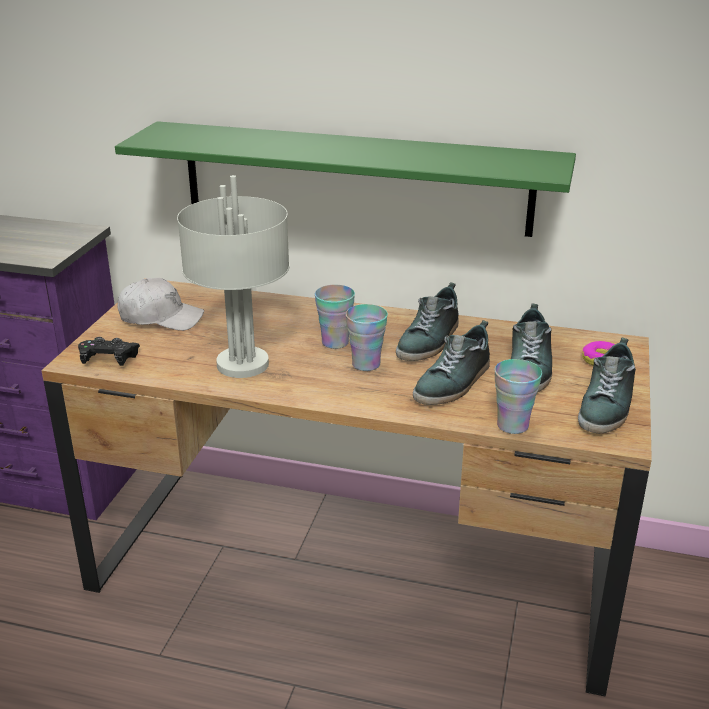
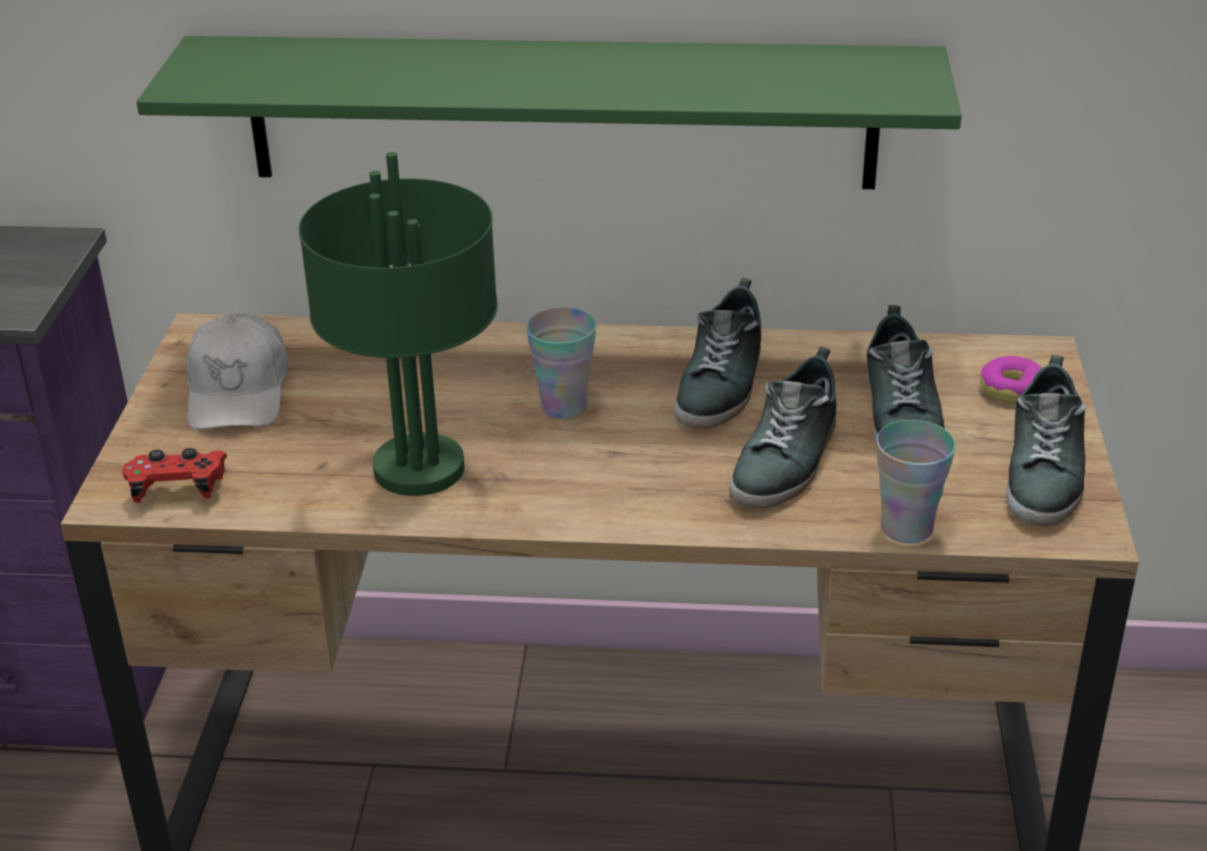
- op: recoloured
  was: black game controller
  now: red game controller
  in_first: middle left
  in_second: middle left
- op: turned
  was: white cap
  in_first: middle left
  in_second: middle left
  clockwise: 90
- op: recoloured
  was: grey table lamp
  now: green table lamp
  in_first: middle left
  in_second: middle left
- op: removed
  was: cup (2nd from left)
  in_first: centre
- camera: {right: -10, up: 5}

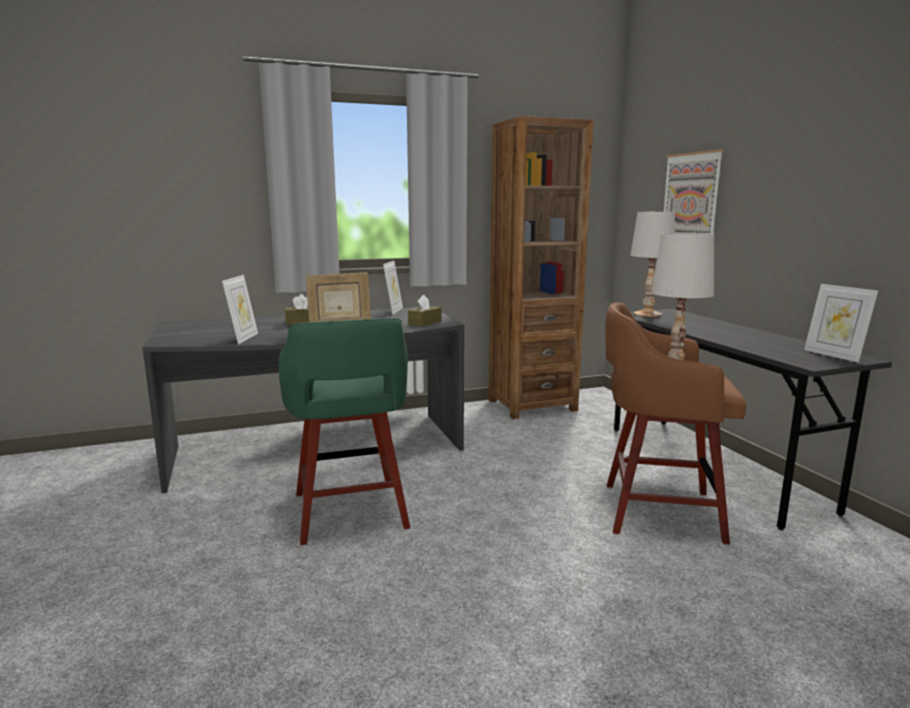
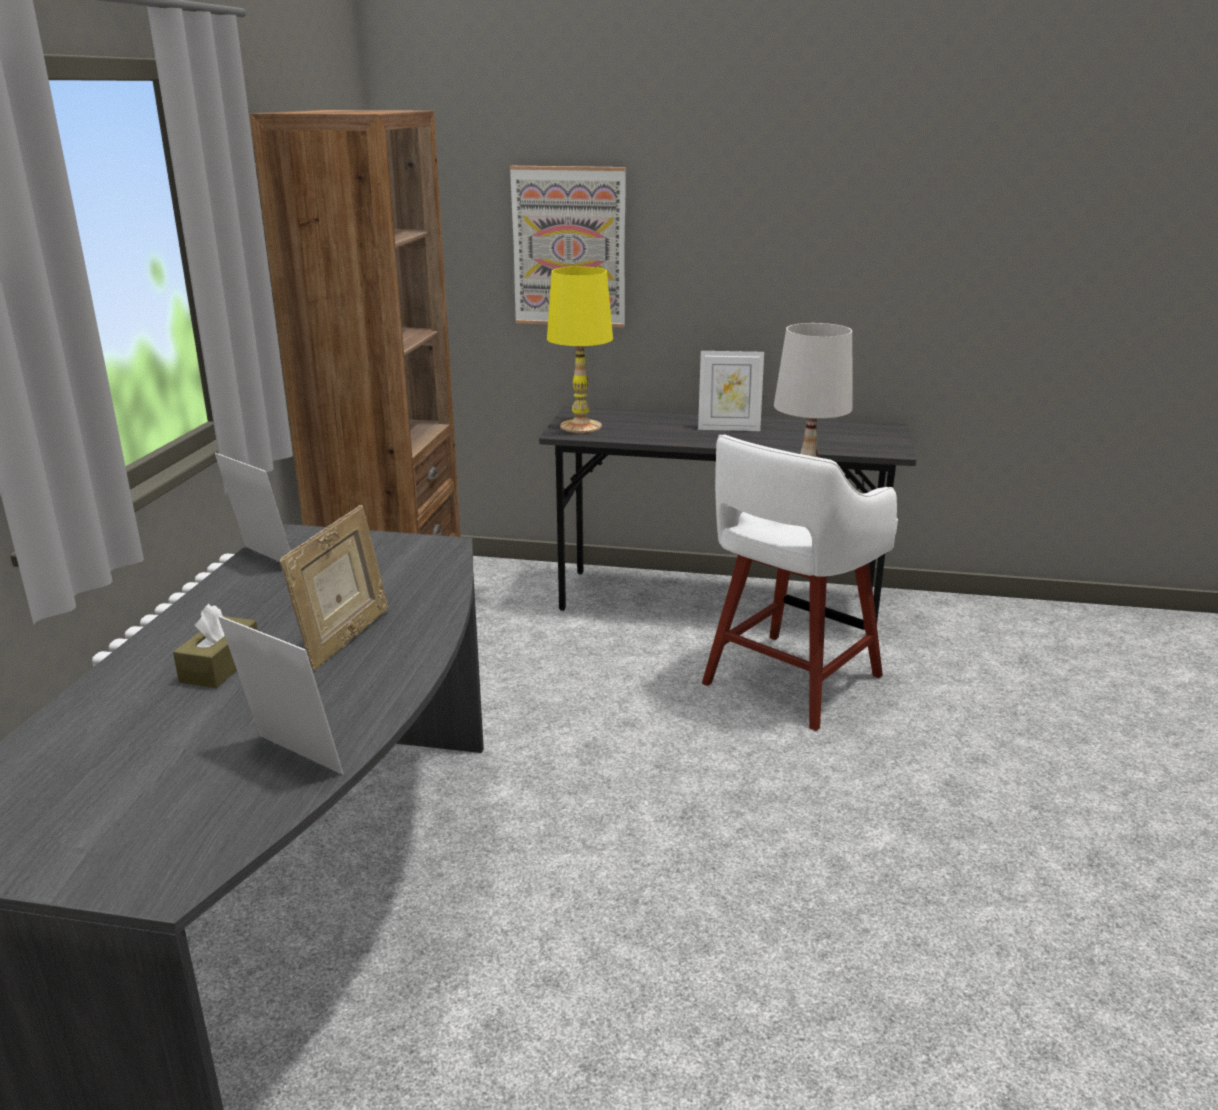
- op: recoloured
  was: white table lamp (1st from left)
  now: yellow table lamp
  in_first: middle right
  in_second: top centre
- op: moved
  was: picture frame (4th from left)
  in_first: middle right
  in_second: centre
- op: recoloured
  was: brown stool
  now: white stool
  in_first: middle right
  in_second: centre
- op: removed
  was: green stool
  in_first: centre
- op: removed
  was: brown tissue box (2nd from left)
  in_first: centre
- camera: {right: -60, up: 10}

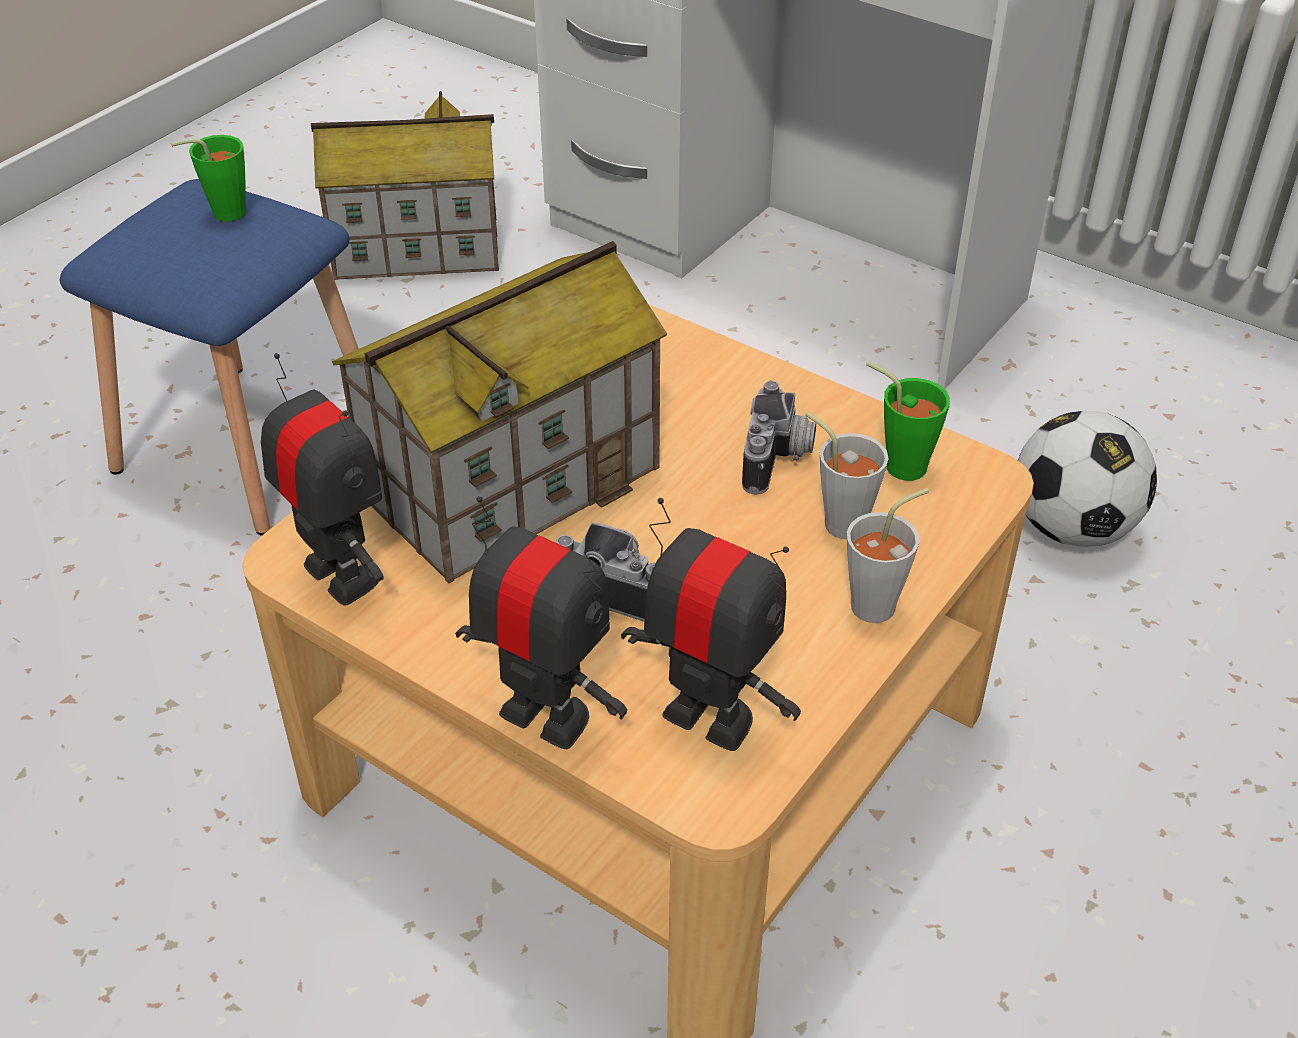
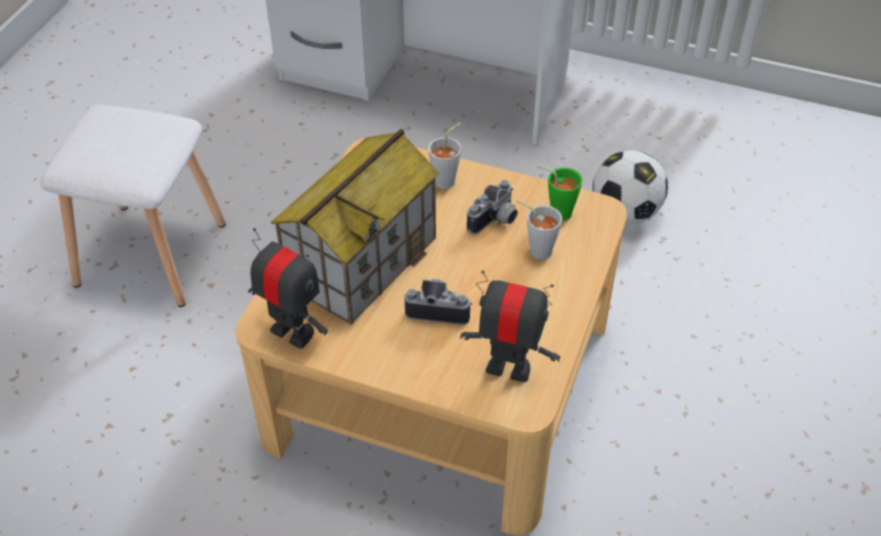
- op: recoloured
  was: blue stool
  now: white stool
  in_first: middle left
  in_second: middle left
- op: moved
  was: grey cup (2nd from left in the first image)
  now: grey cup (1st from left)
  in_first: middle right
  in_second: top centre
- op: turned
  was: photo camera (2nd from left)
  in_first: centre
  in_second: centre
  clockwise: 45
- op: removed
  was: green cup (1st from left)
  in_first: top left
- op: removed
  was: toy house (1st from left)
  in_first: top left
- op: removed
  was: toy robot (2nd from left)
  in_first: centre
- camera: {right: -15, up: 5}

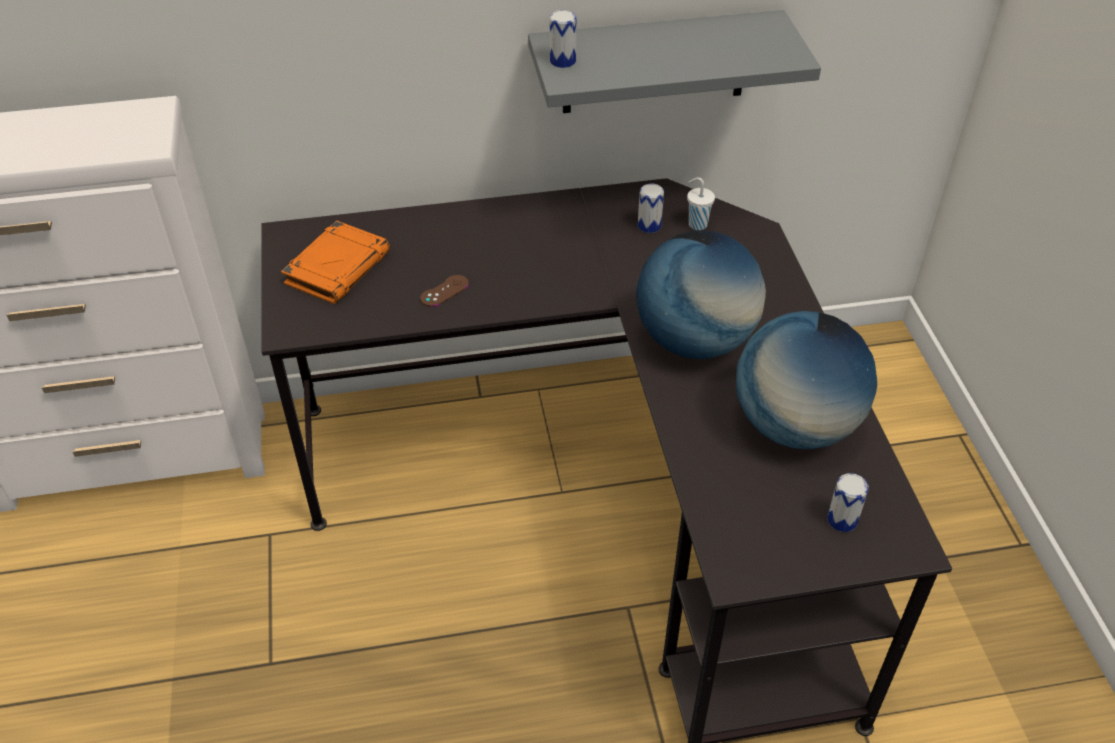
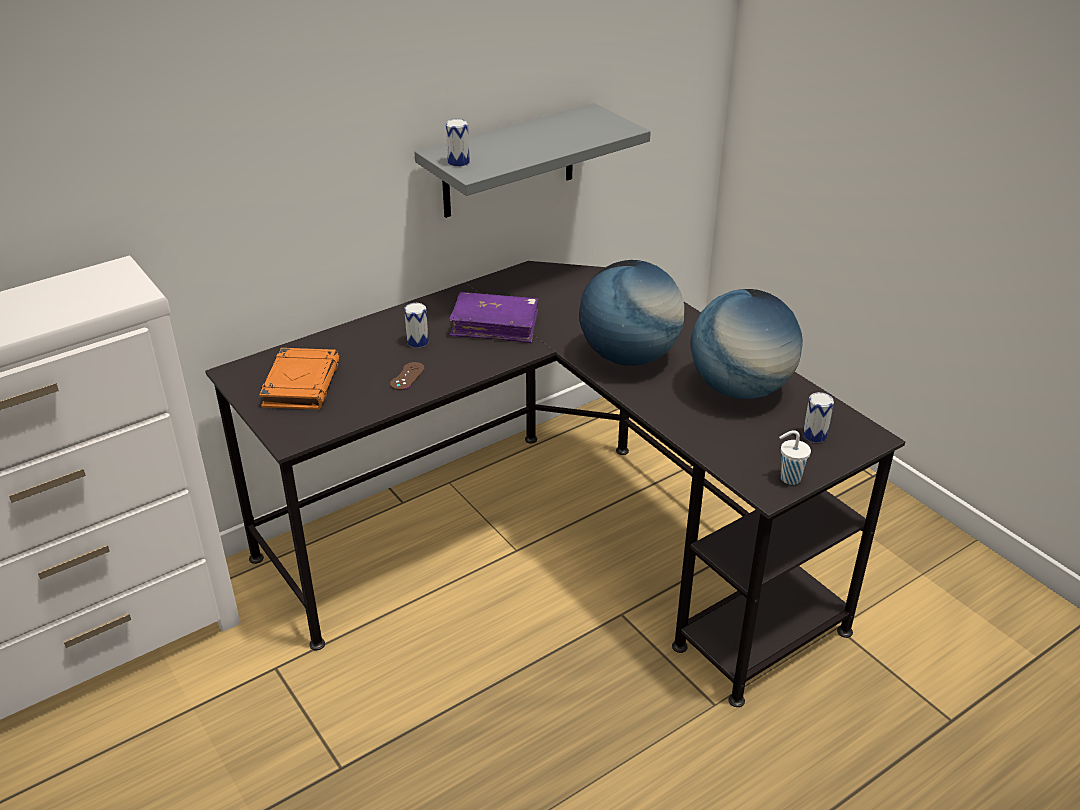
- op: moved
  was: can (2nd from left in the first image)
  now: can (1st from left)
  in_first: top centre
  in_second: centre
- op: added
  now: purple book
  in_second: centre
- op: moved
  was: white cup
  in_first: top centre
  in_second: middle right
- camera: {right: -25, up: -10}

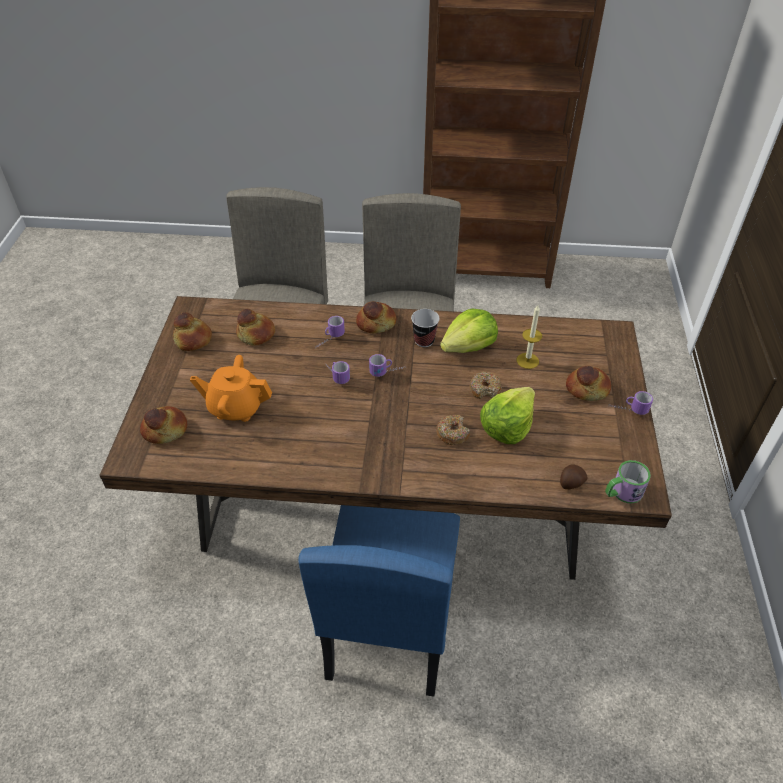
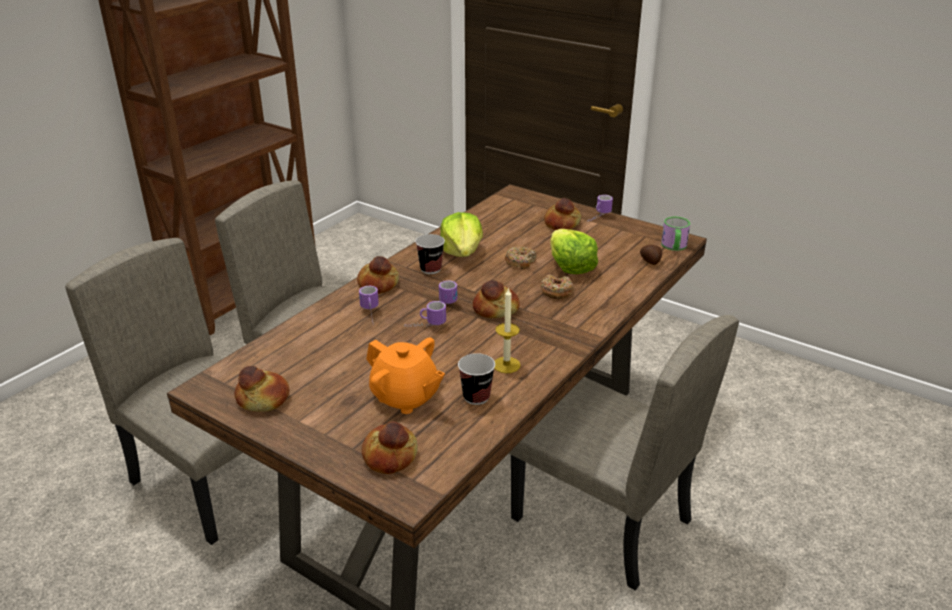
- op: turned
  was: orange teapot
  in_first: middle left
  in_second: centre
  clockwise: -90
- op: added
  now: cup (2nd from left)
  in_second: centre
- op: moved
  was: bread (3rd from left in the first image)
  now: bread (4th from left)
  in_first: middle left
  in_second: centre
- op: moved
  was: candle
  in_first: middle right
  in_second: centre
- op: recoloured
  was: blue chair
  now: beige chair (3rd from left)
  in_first: bottom centre
  in_second: bottom centre
- camera: {right: -60, up: -15}

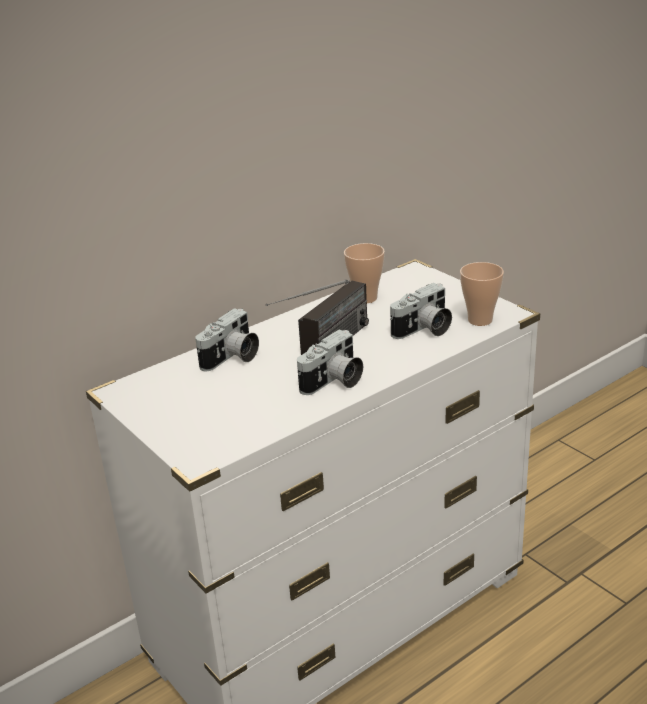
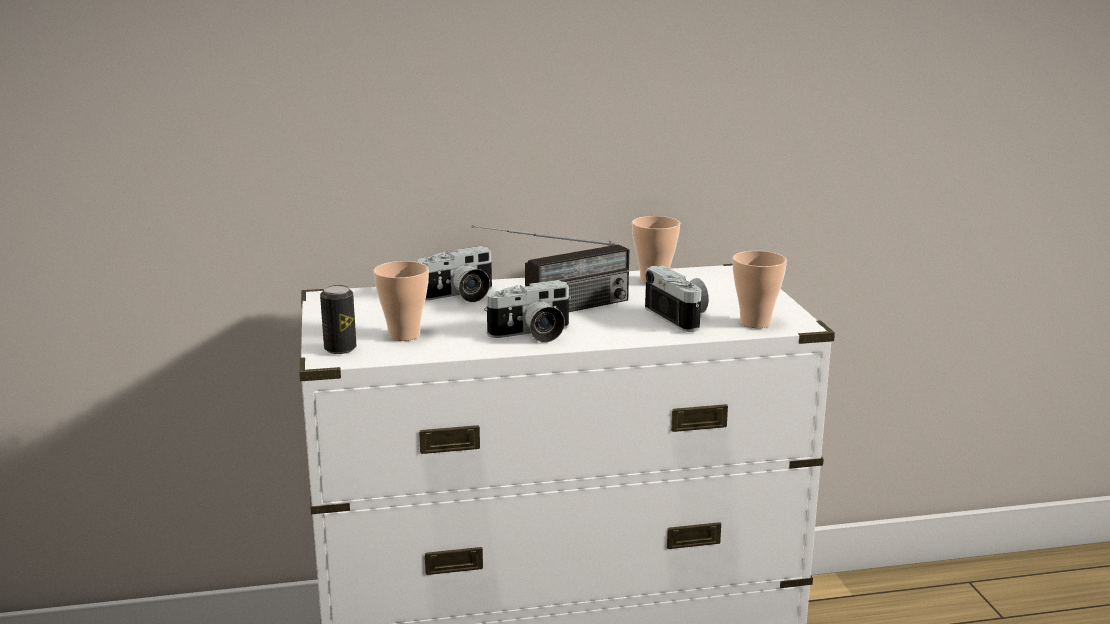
- op: added
  now: can
  in_second: middle left
- op: added
  now: cup (1st from left)
  in_second: centre
- op: turned
  was: photo camera (3rd from left)
  in_first: centre
  in_second: centre
  clockwise: -105
- camera: {right: 25, up: -10}

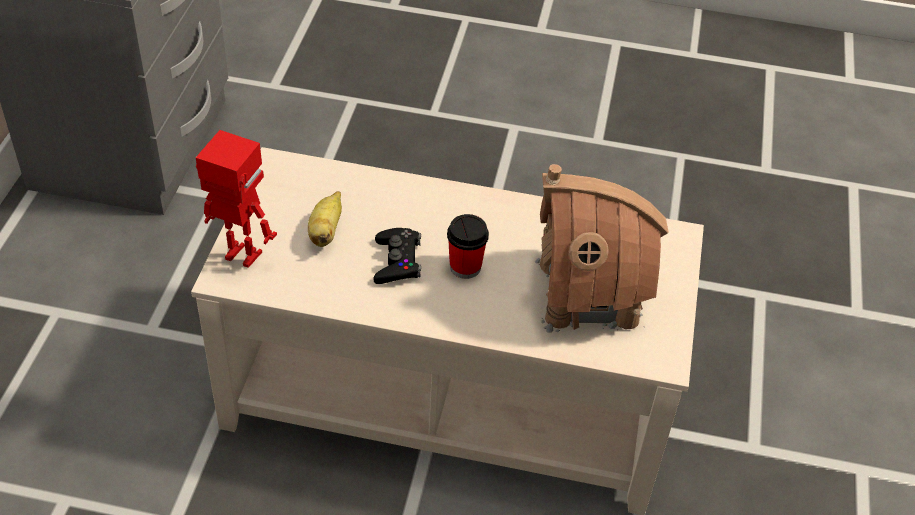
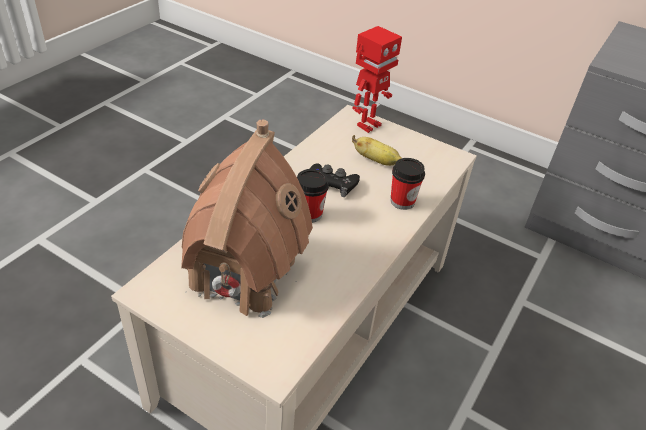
- op: added
  now: cup (2nd from left)
  in_second: centre
- camera: {right: 110, up: -5}

